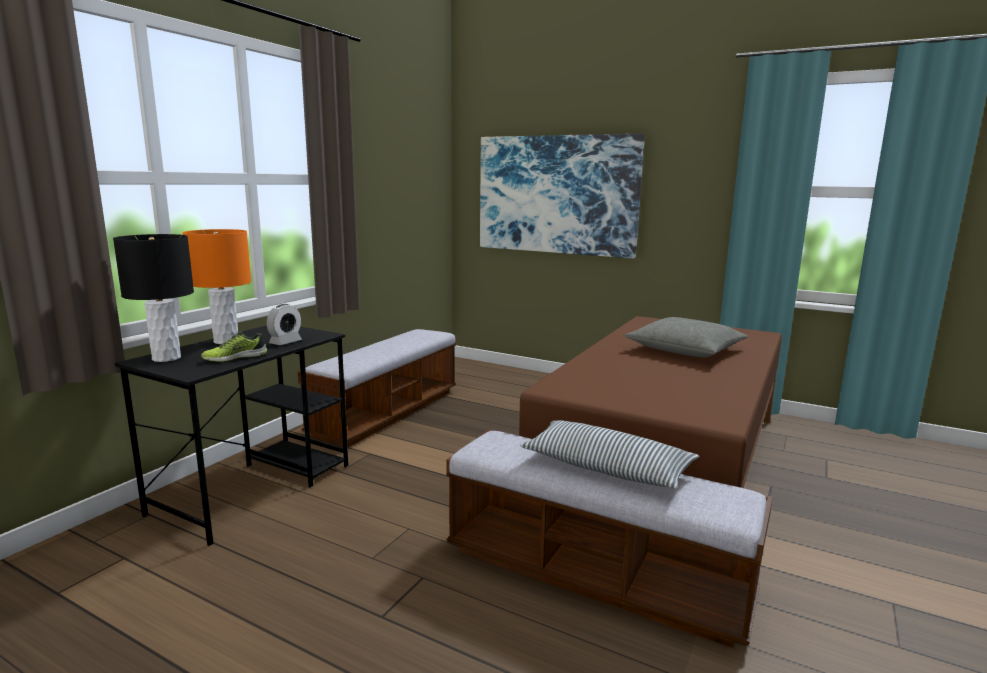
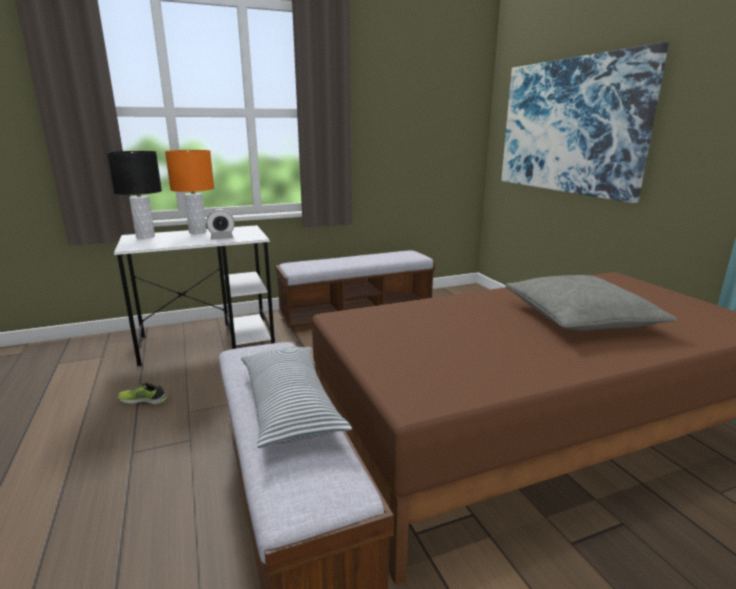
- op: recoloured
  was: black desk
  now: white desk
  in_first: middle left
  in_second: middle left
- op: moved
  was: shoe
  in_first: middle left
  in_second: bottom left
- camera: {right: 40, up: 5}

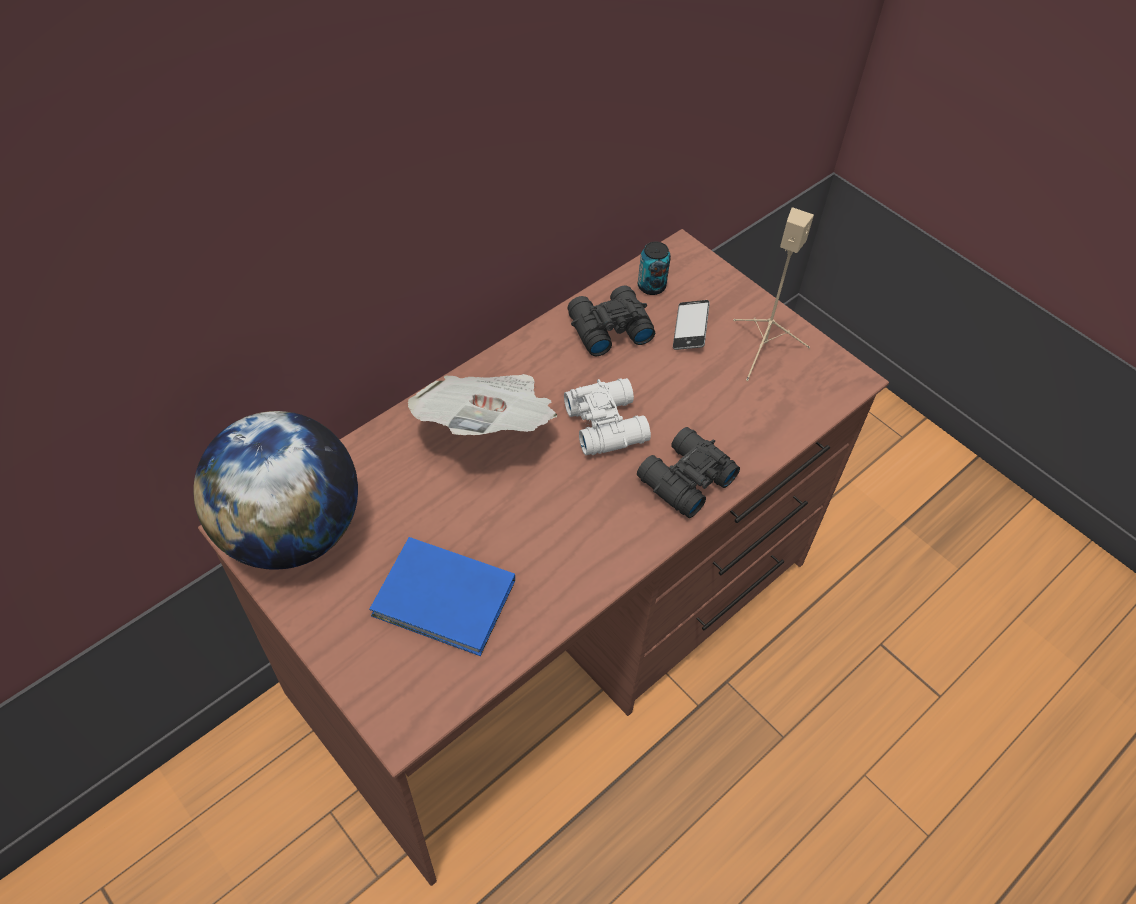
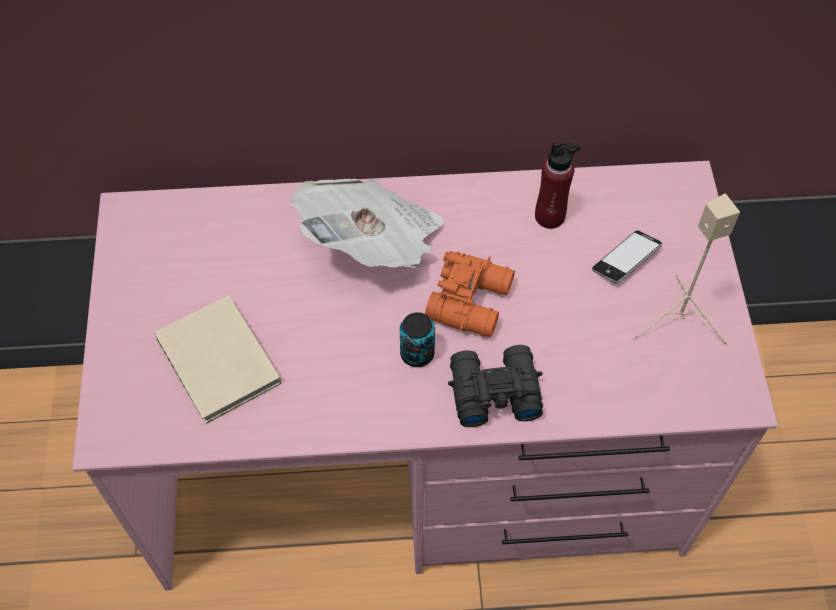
- op: recoloured
  was: brown desk
  now: pink desk
  in_first: centre
  in_second: centre
- op: recoloured
  was: blue book
  now: beige book
  in_first: centre
  in_second: middle left
- op: moved
  was: can
  in_first: top centre
  in_second: centre
- op: recoloured
  was: white binoculars
  now: orange binoculars
  in_first: centre
  in_second: centre
- op: replaced
  was: black binoculars (1st from left)
  now: red bottle
  in_first: centre
  in_second: top centre
- op: removed
  was: globe
  in_first: middle left
- camera: {right: 40, up: 5}

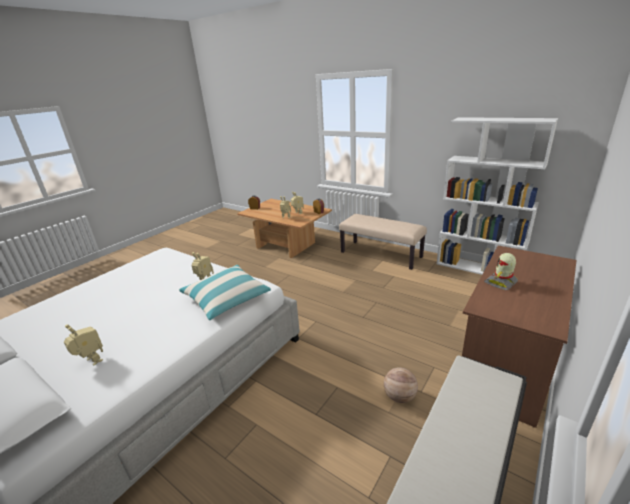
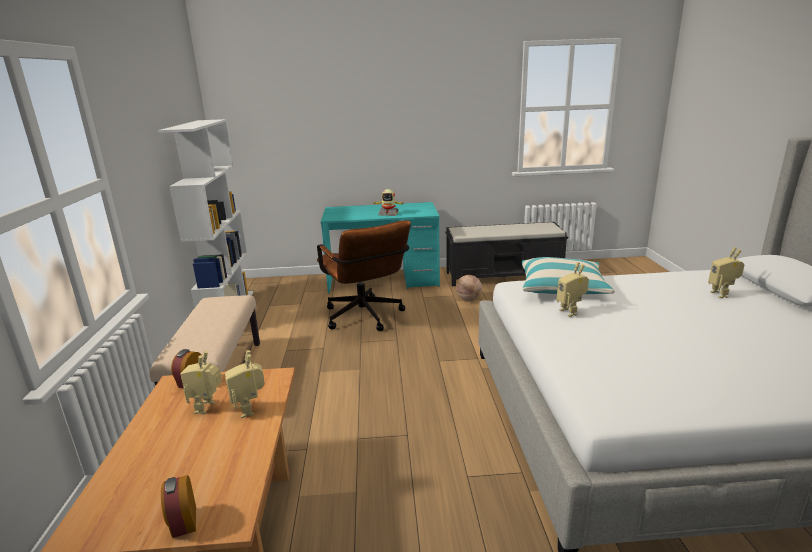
- op: added
  now: brown office chair
  in_second: centre
- op: recoloured
  was: brown desk
  now: turquoise desk
  in_first: bottom right
  in_second: centre
- camera: {right: -130, up: -5}

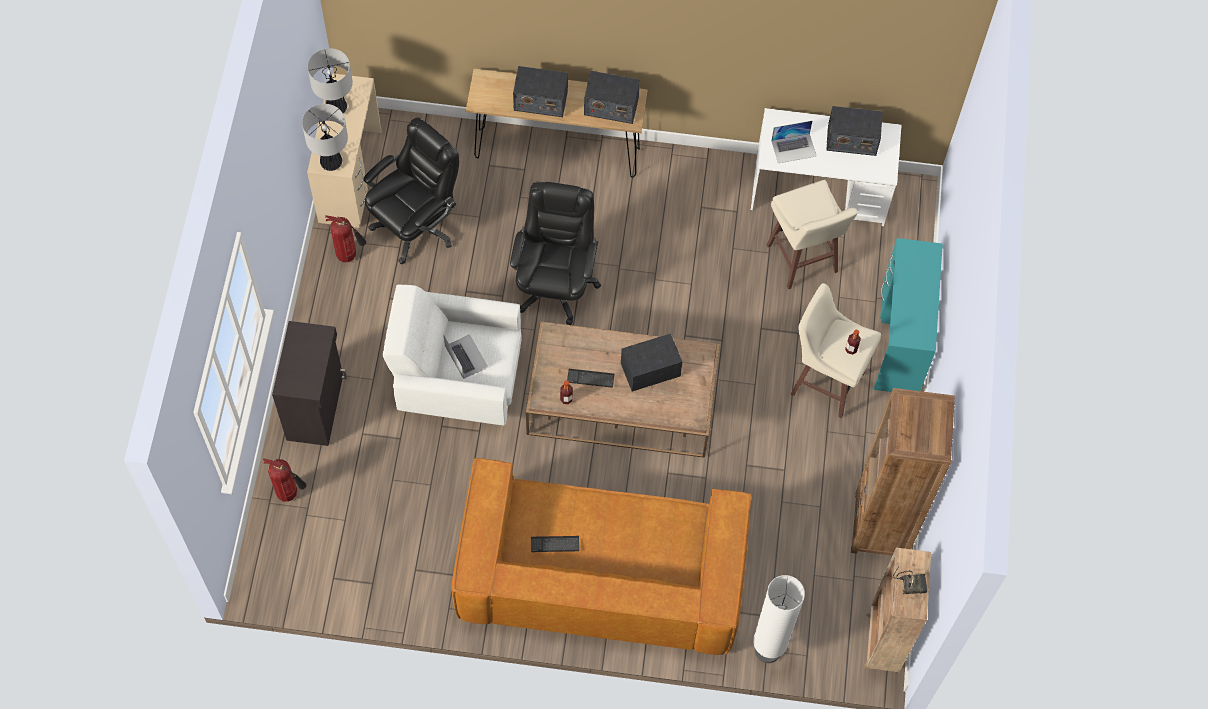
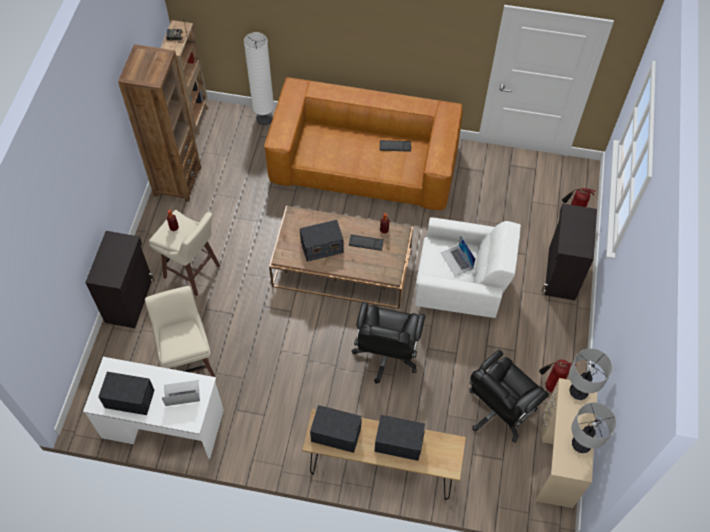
- op: replaced
  was: turquoise desk
  now: black cabinet (1st from left)
  in_first: middle right
  in_second: middle left
- camera: {right: -175, up: -5}

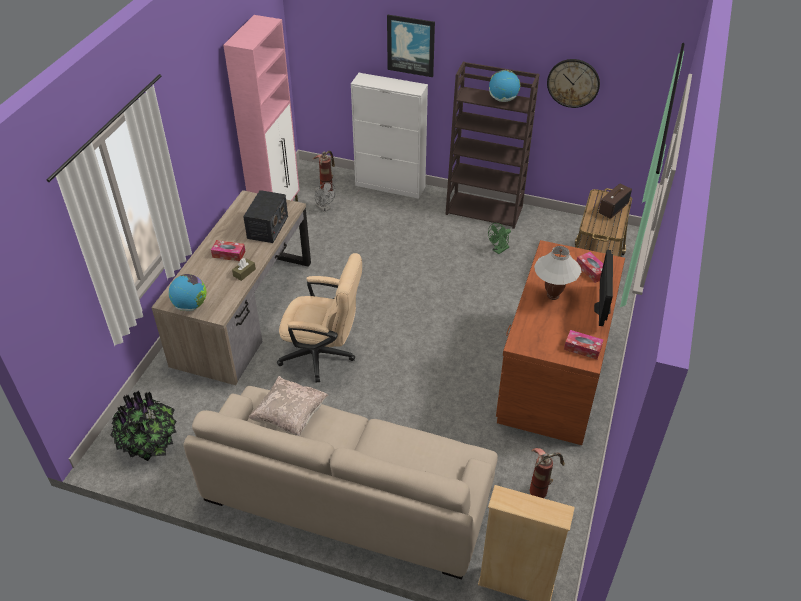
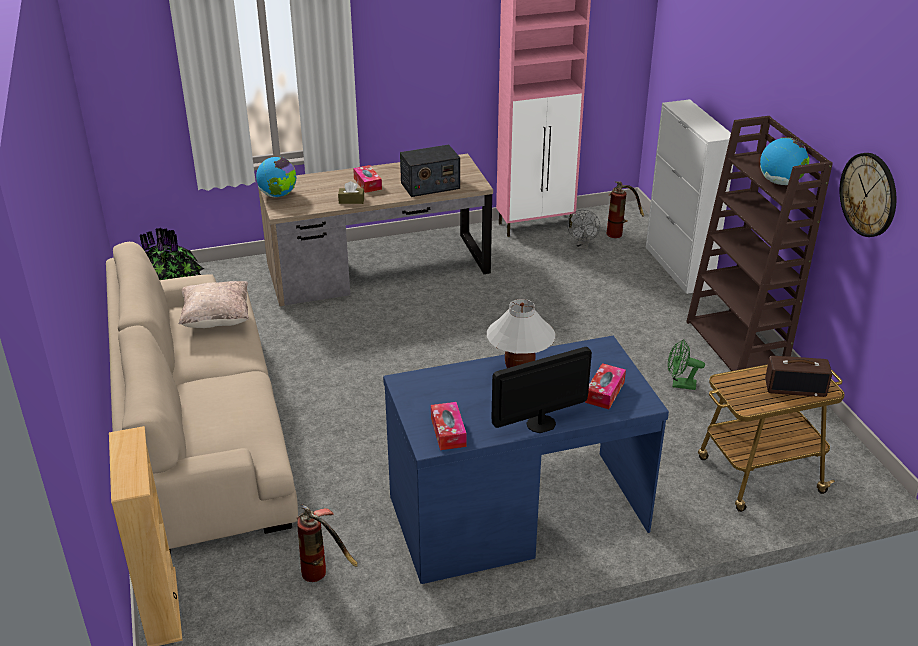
- op: recoloured
  was: brown desk (2nd from left)
  now: blue desk
  in_first: middle right
  in_second: bottom centre
- op: removed
  was: beige office chair
  in_first: centre
- op: removed
  was: picture
  in_first: top centre
- camera: {right: 55, up: -10}

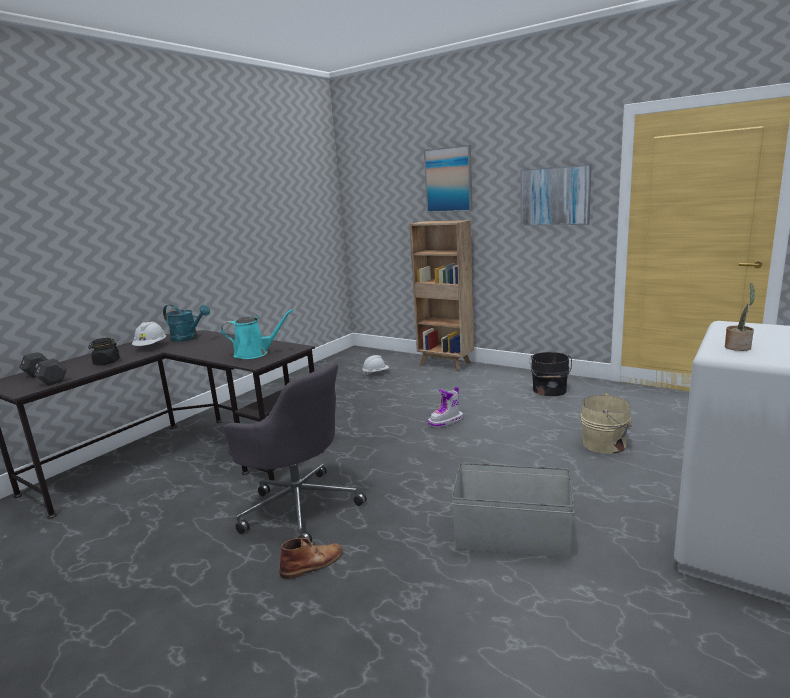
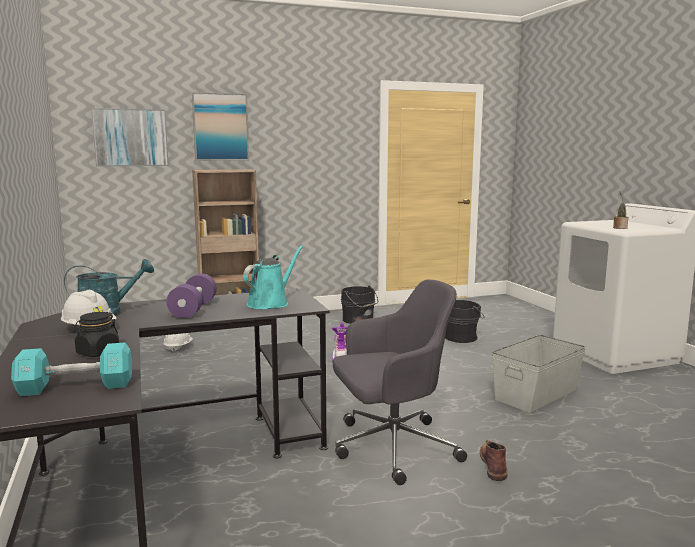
- op: recoloured
  was: black dumbbell
  now: turquoise dumbbell
  in_first: middle left
  in_second: bottom left
- op: moved
  was: picture (2nd from left in the first image)
  now: picture (1st from left)
  in_first: top right
  in_second: top left
- op: added
  now: purple dumbbell
  in_second: middle left
- op: recoloured
  was: beige bucket
  now: black bucket (2nd from left)
  in_first: middle right
  in_second: middle right
- camera: {right: -55, up: -5}

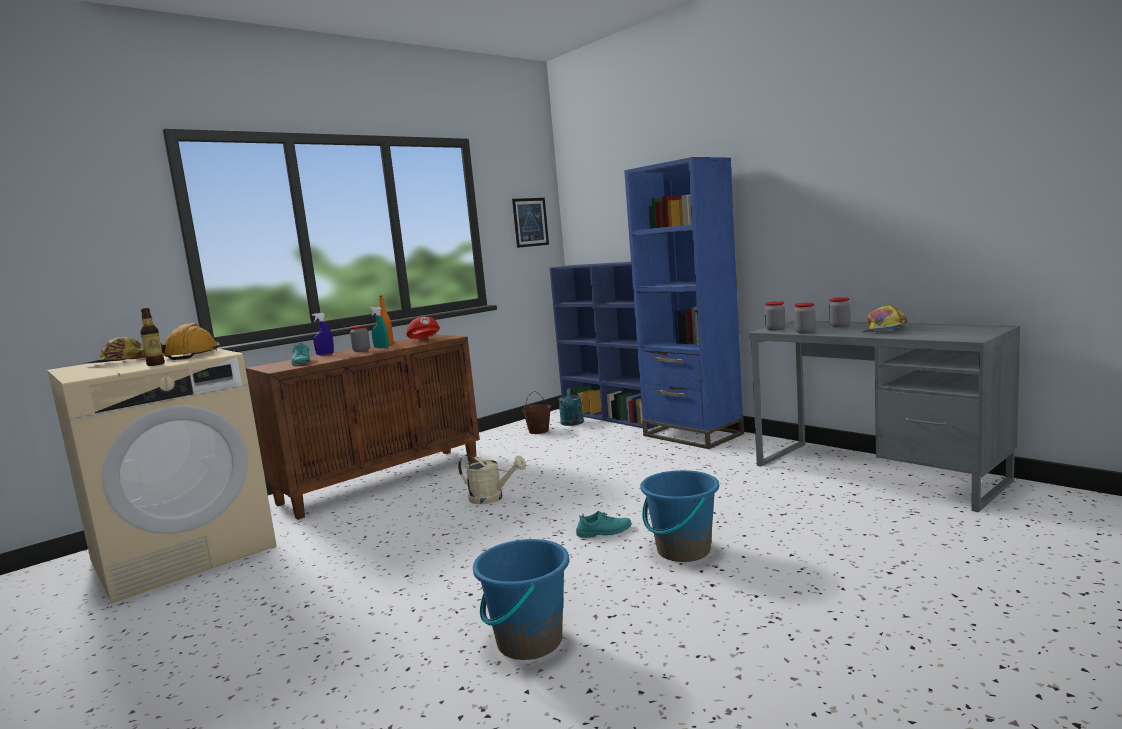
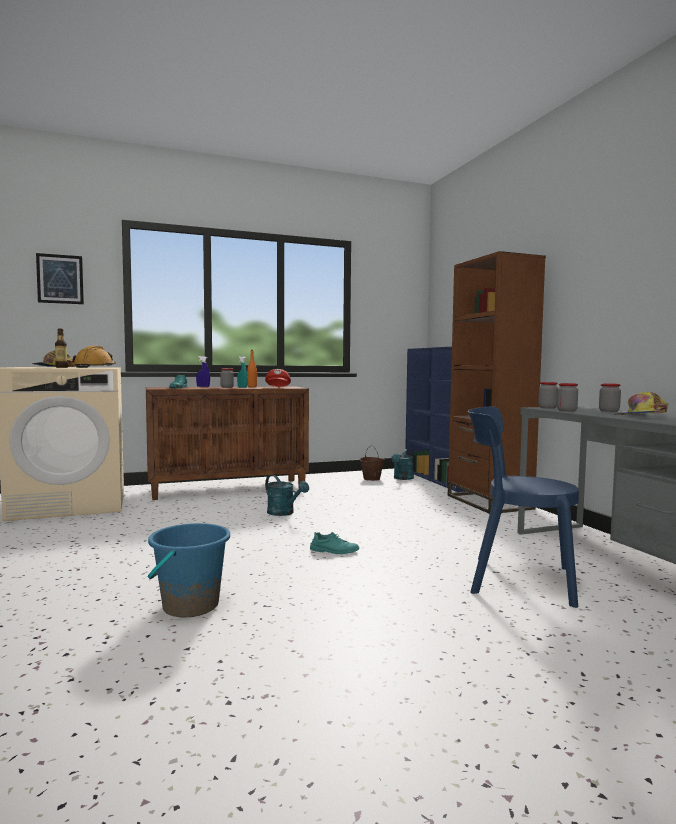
- op: moved
  was: picture
  in_first: top centre
  in_second: middle left
- op: recoloured
  was: beige watering can
  now: turquoise watering can (1st from left)
  in_first: centre
  in_second: centre
- op: recoloured
  was: blue bookcase (2nd from left)
  now: brown bookcase
  in_first: centre
  in_second: middle right
- op: added
  now: blue chair
  in_second: middle right
- op: removed
  was: blue bucket (2nd from left)
  in_first: bottom centre
- camera: {right: 20, up: -5}

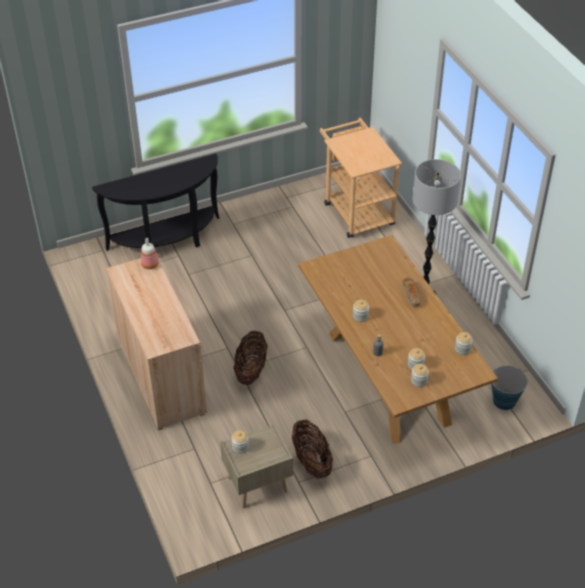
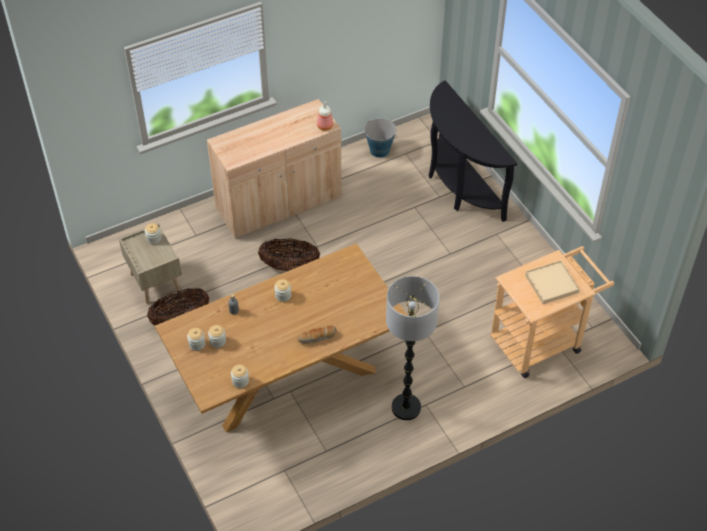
- op: moved
  was: bucket
  in_first: middle right
  in_second: top centre
- op: added
  now: beige tray
  in_second: middle right
- camera: {right: 85, up: 5}

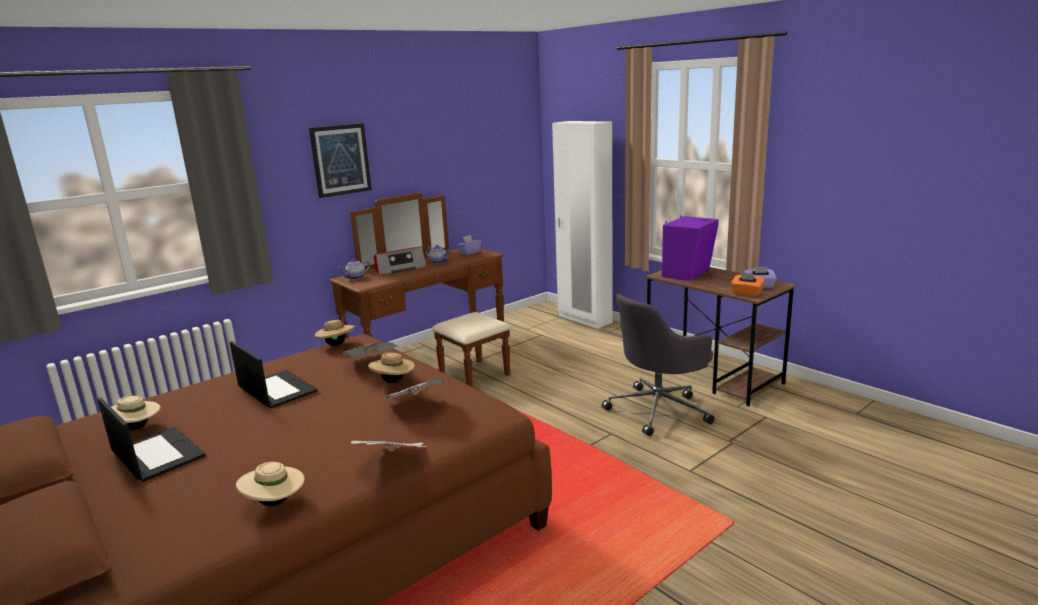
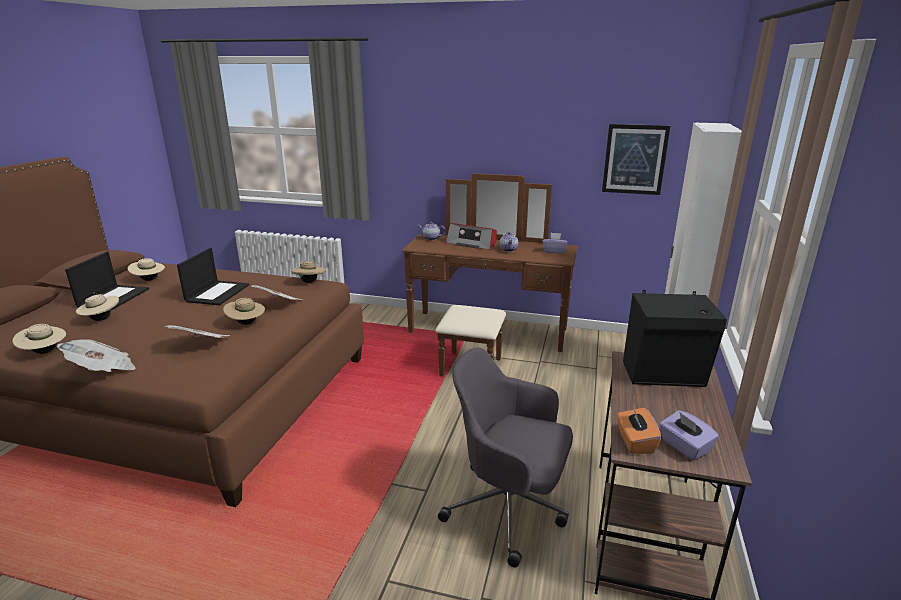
- op: added
  now: beige hat (2nd from left)
  in_second: middle left
- op: moved
  was: picture
  in_first: top left
  in_second: top right
- op: recoloured
  was: purple speaker
  now: black speaker
  in_first: centre
  in_second: middle right
- camera: {right: 55, up: 5}

